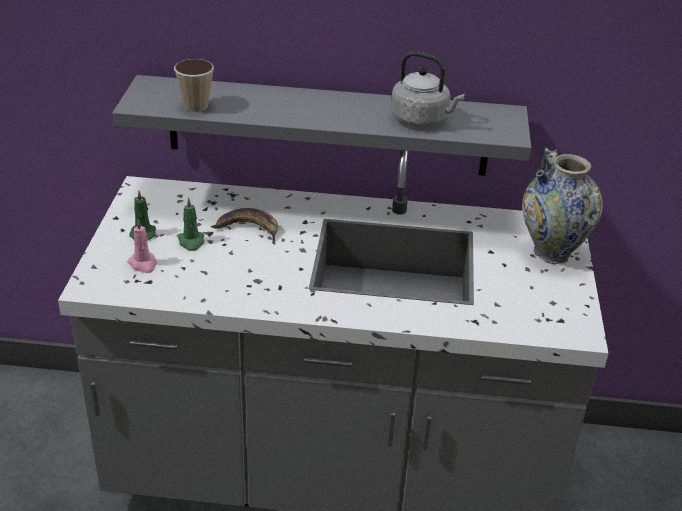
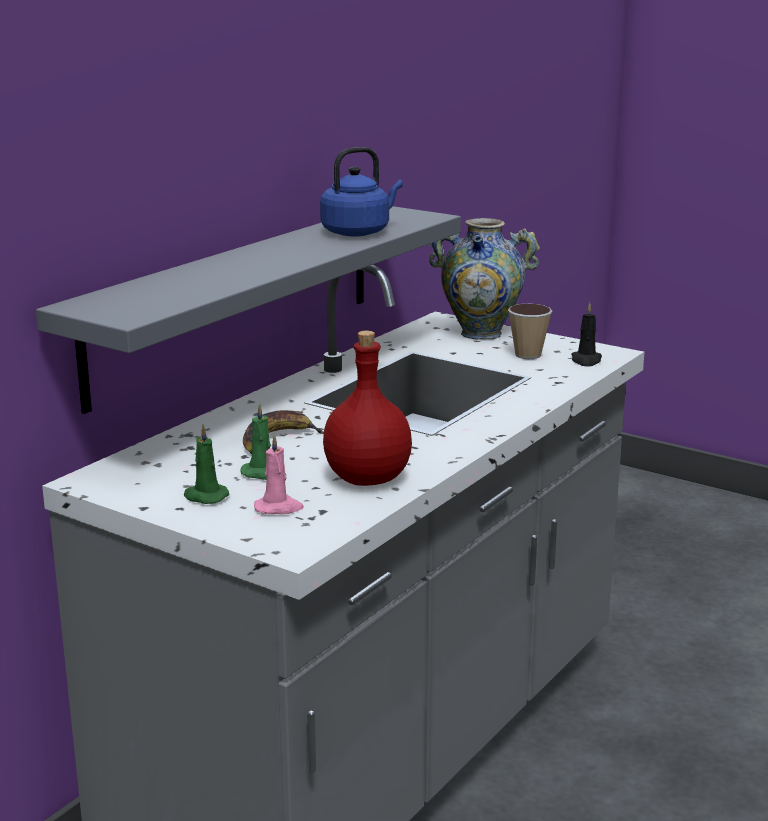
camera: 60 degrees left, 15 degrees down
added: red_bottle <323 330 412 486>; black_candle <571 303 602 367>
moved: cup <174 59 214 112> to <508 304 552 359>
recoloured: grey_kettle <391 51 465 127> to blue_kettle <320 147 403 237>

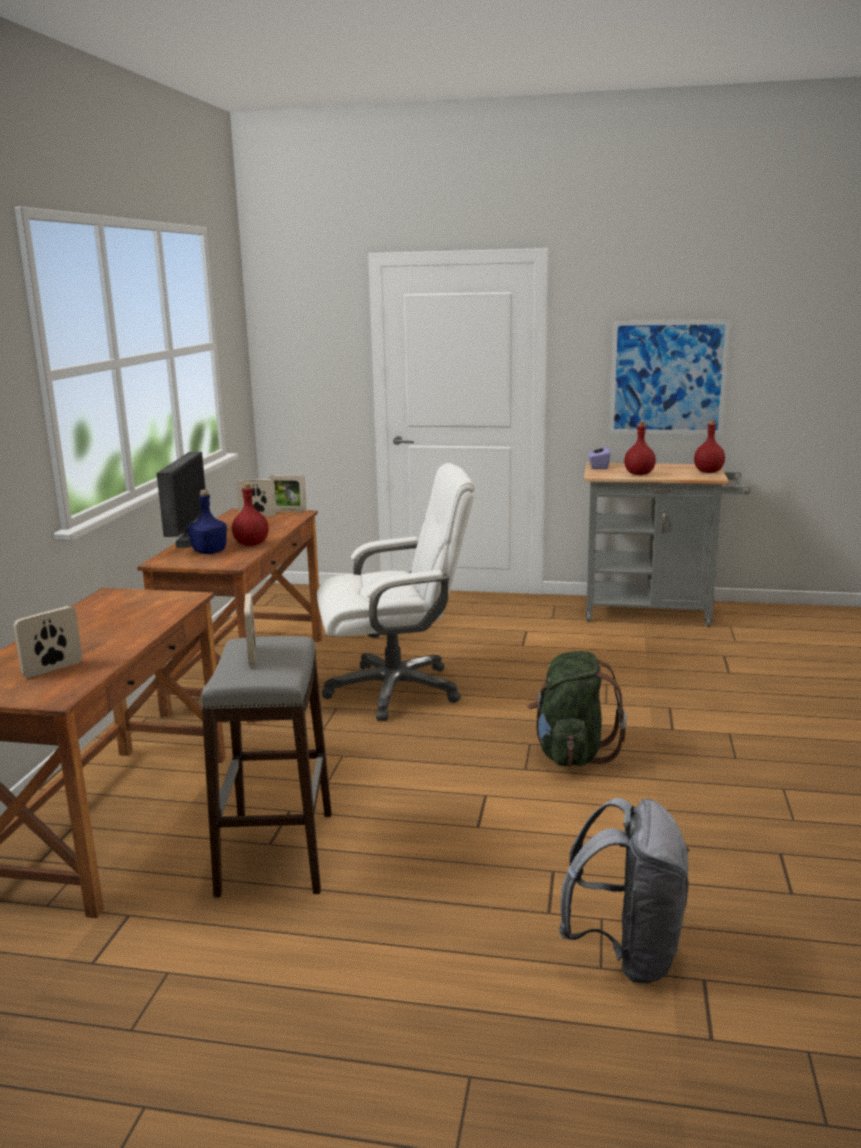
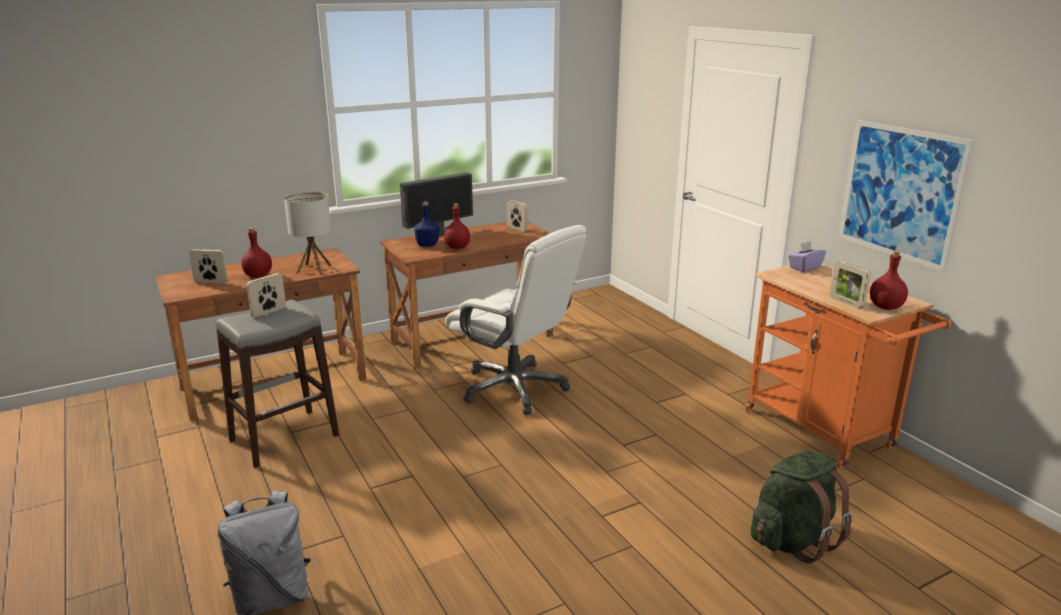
camera: 50 degrees right, 5 degrees up
added: table_lamp <284 192 332 274>
moved: red_bottle <624 422 656 475> to <241 228 272 278>; green_backpack <527 651 627 767> to <751 451 852 563>; picture_frame <268 475 307 512> to <830 261 871 309>
recoloured: grey_cart <584 462 750 627> to orange_cart <745 263 951 469>

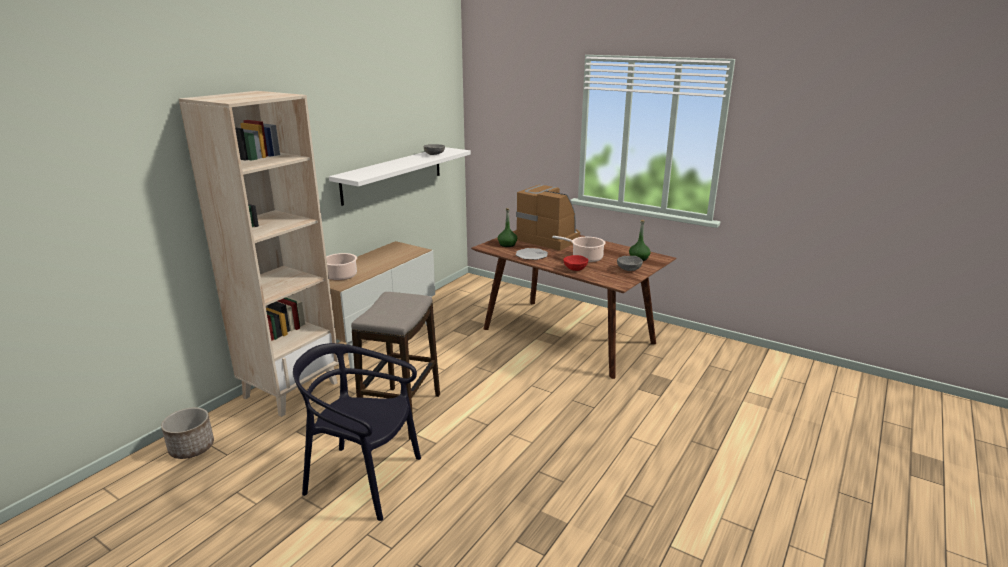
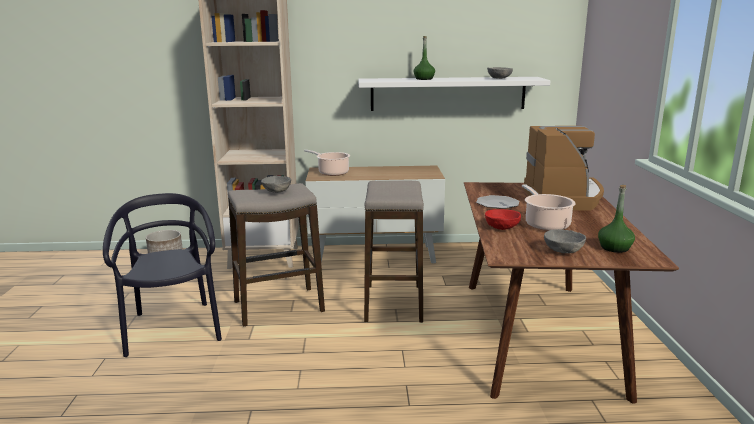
camera: 55 degrees right, 5 degrees down
added: grey_bowl <261 176 291 193>; stool <364 180 424 323>
moved: green_bottle <498 208 517 247> to <414 36 435 80>

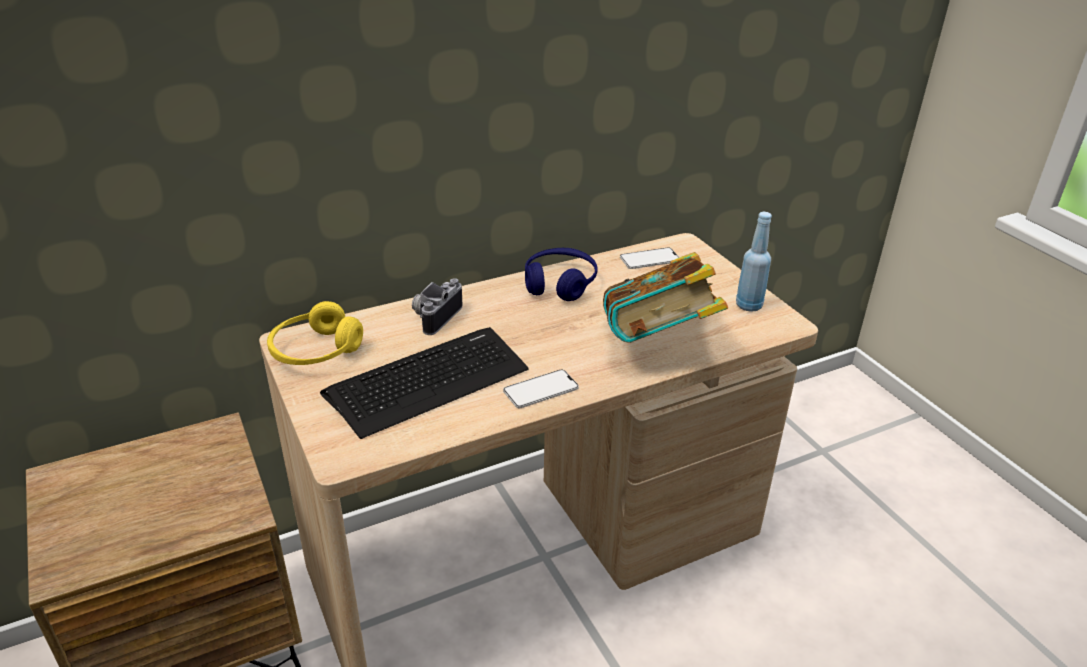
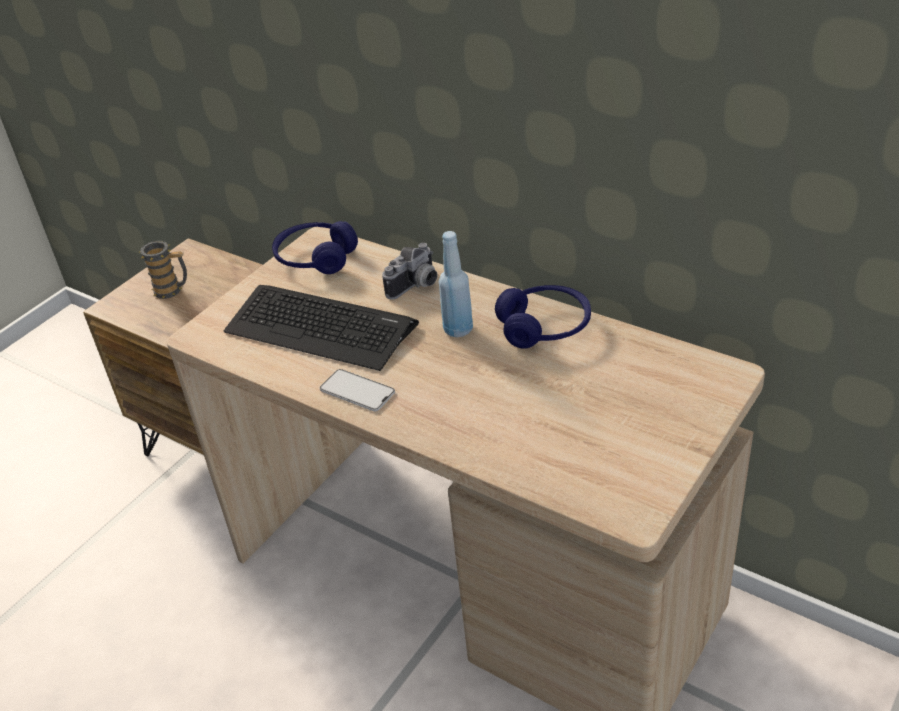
camera: 65 degrees right, 5 degrees up
removed: book <603 252 728 343>; phone <620 248 680 269>
added: mug <139 241 187 299>
moved: blue_bottle <736 212 772 312> to <439 231 473 337>
recoloured: yellow_headphones <267 301 363 365> to blue_headphones <272 221 358 274>
turned: photo_camera <412 278 463 335> = <382 243 437 300> 135 degrees clockwise

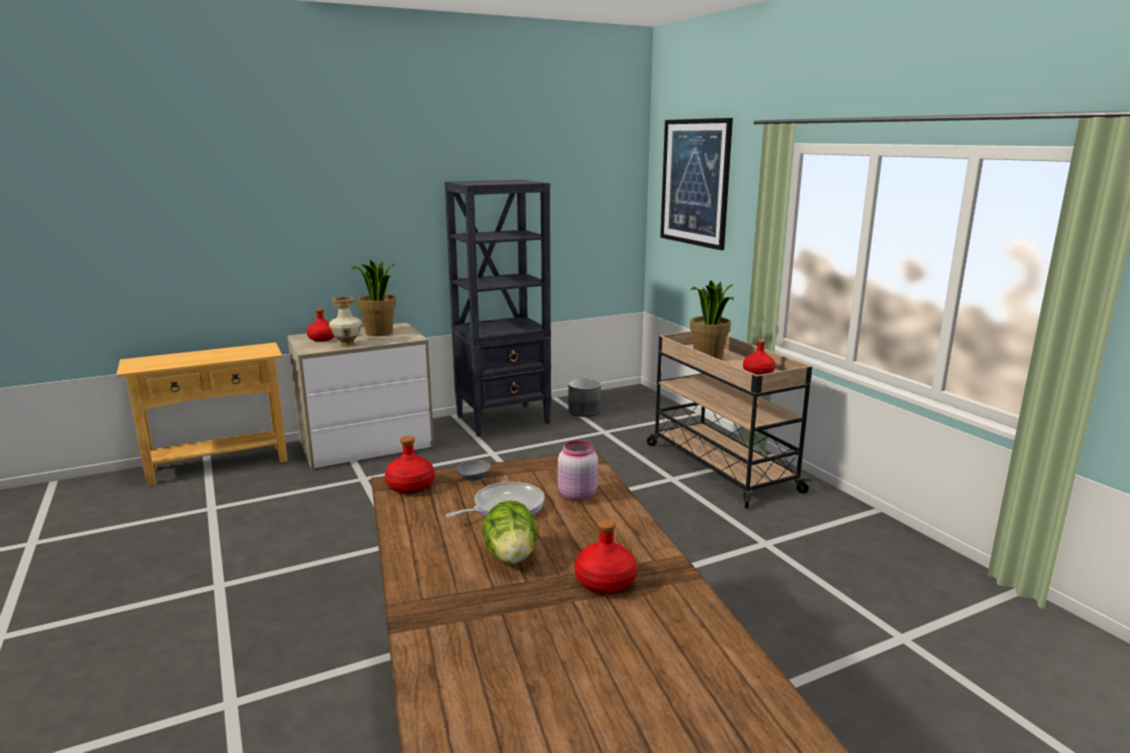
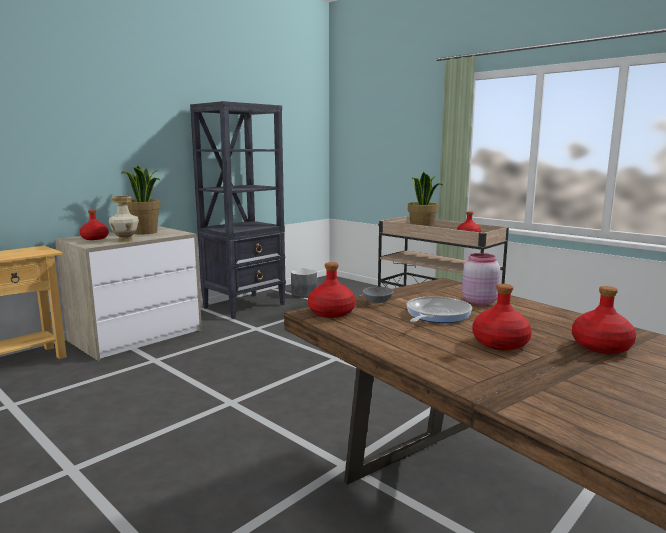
camera: 20 degrees left, 5 degrees down
removed: picture <660 118 733 250>
replaced: lettuce <482 500 538 564> to red_bottle <473 284 532 351>

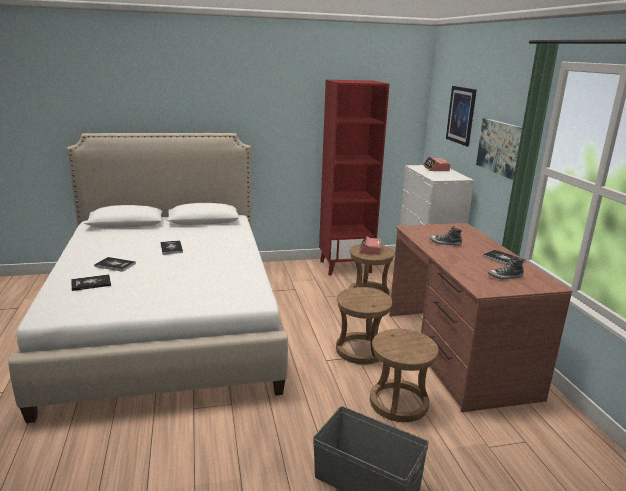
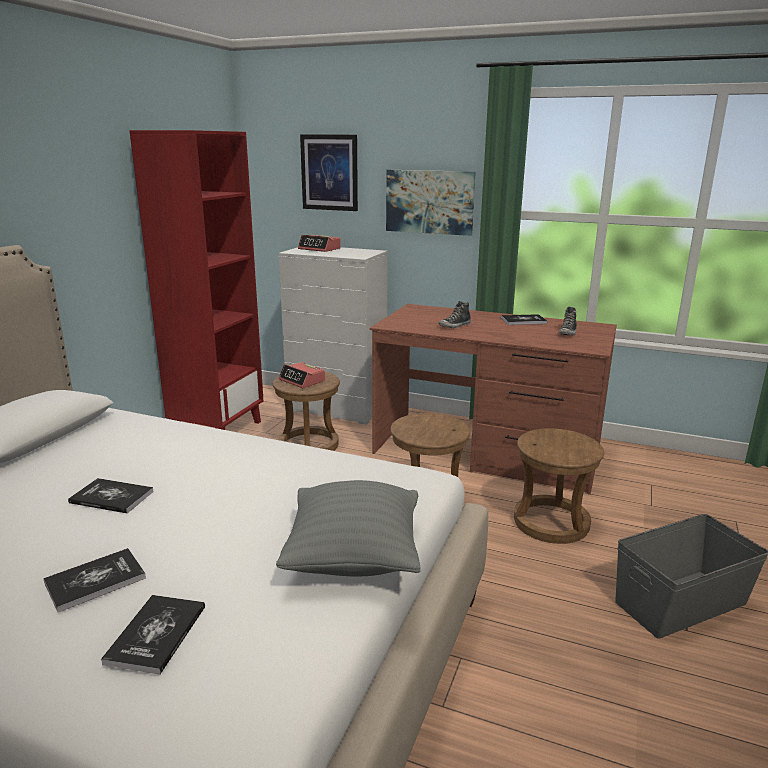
camera: 55 degrees left, 0 degrees up
added: grey_pillow <276 480 421 576>

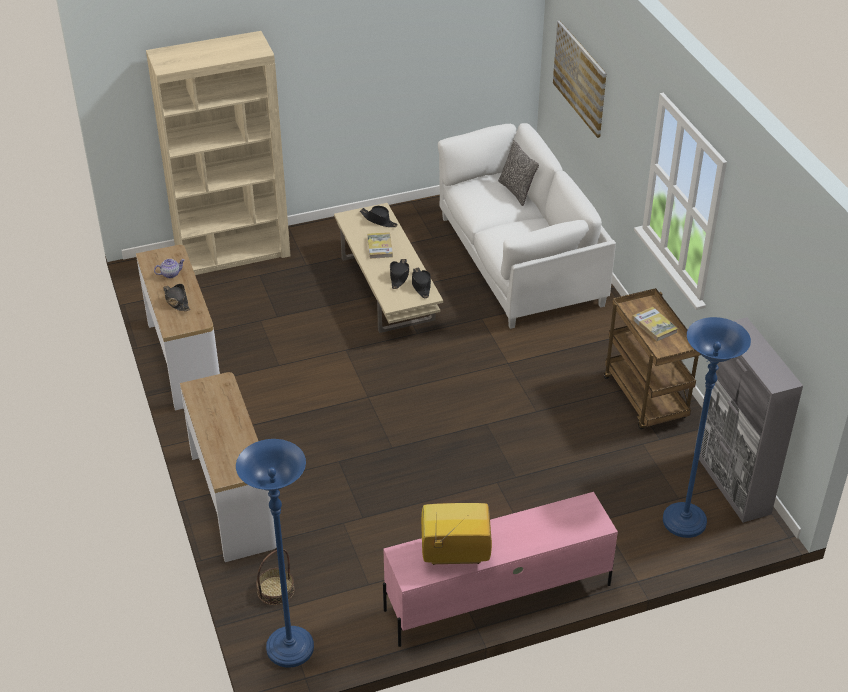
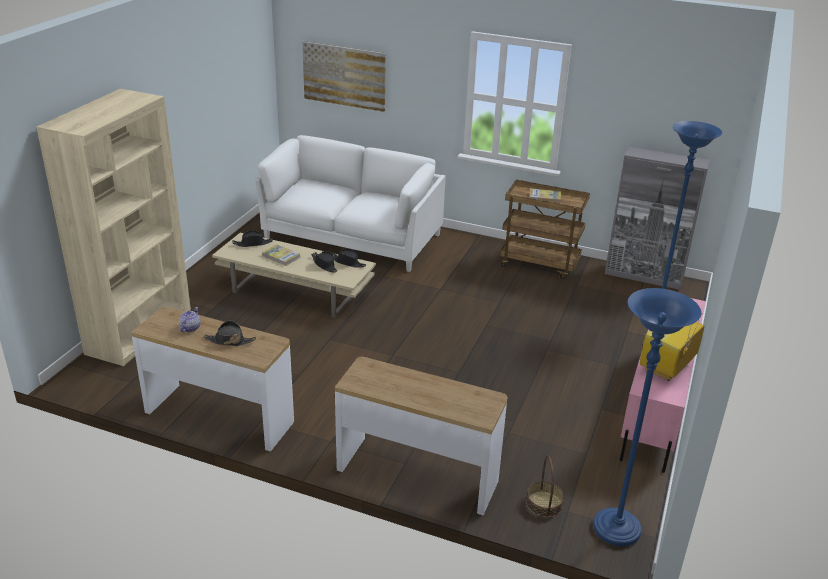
camera: 50 degrees left, 10 degrees down
removed: pillow <498 140 539 206>

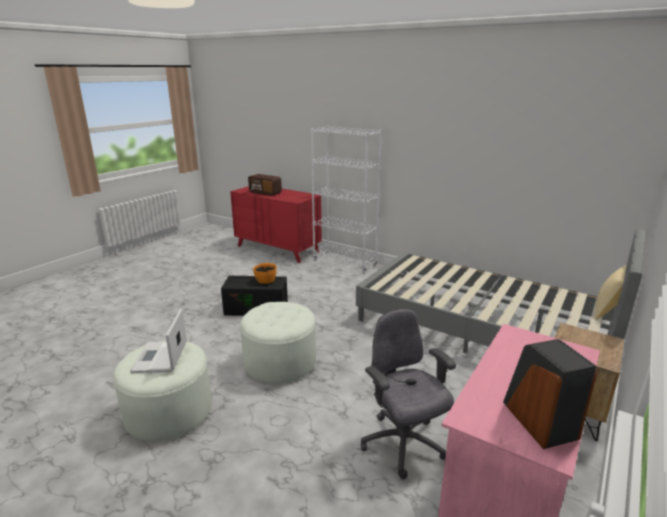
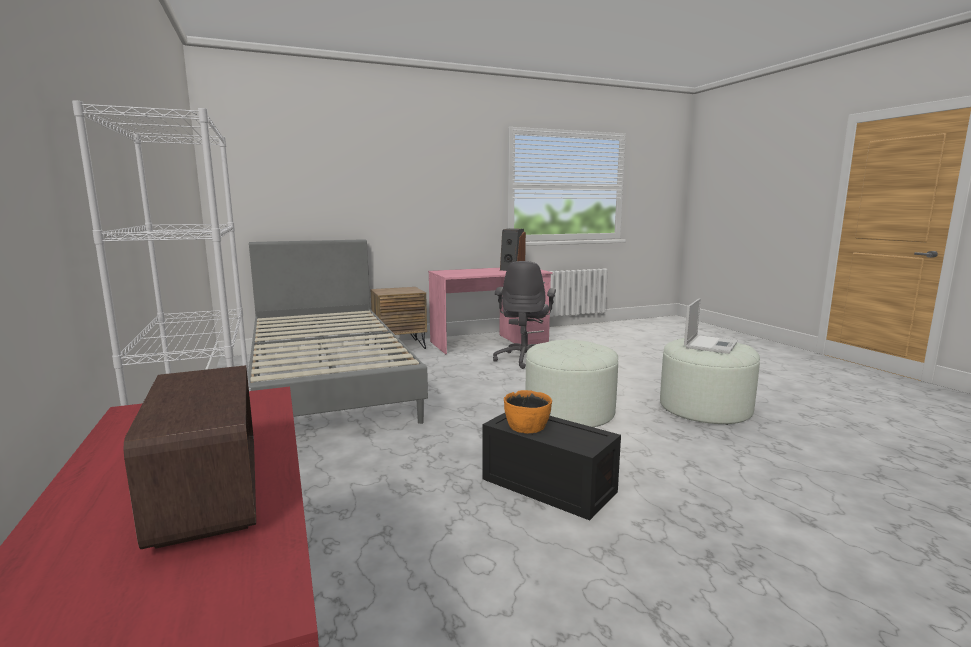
camera: 145 degrees left, 10 degrees down
removed: pillow <595 265 627 320>

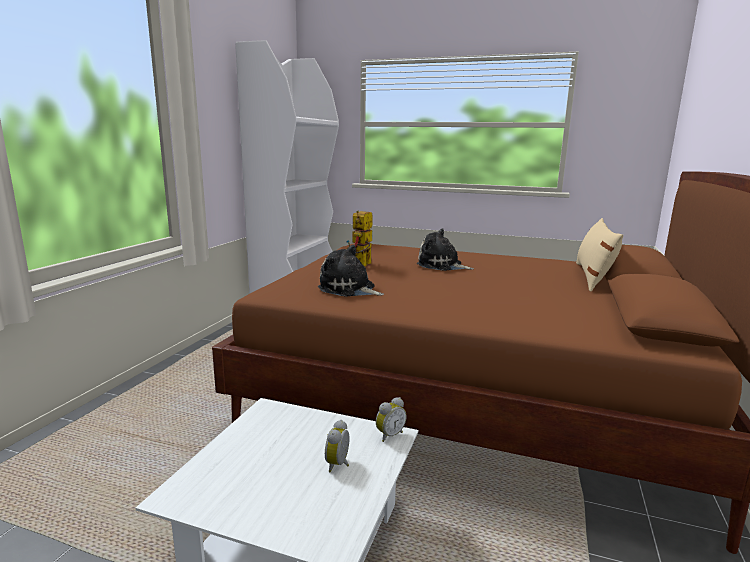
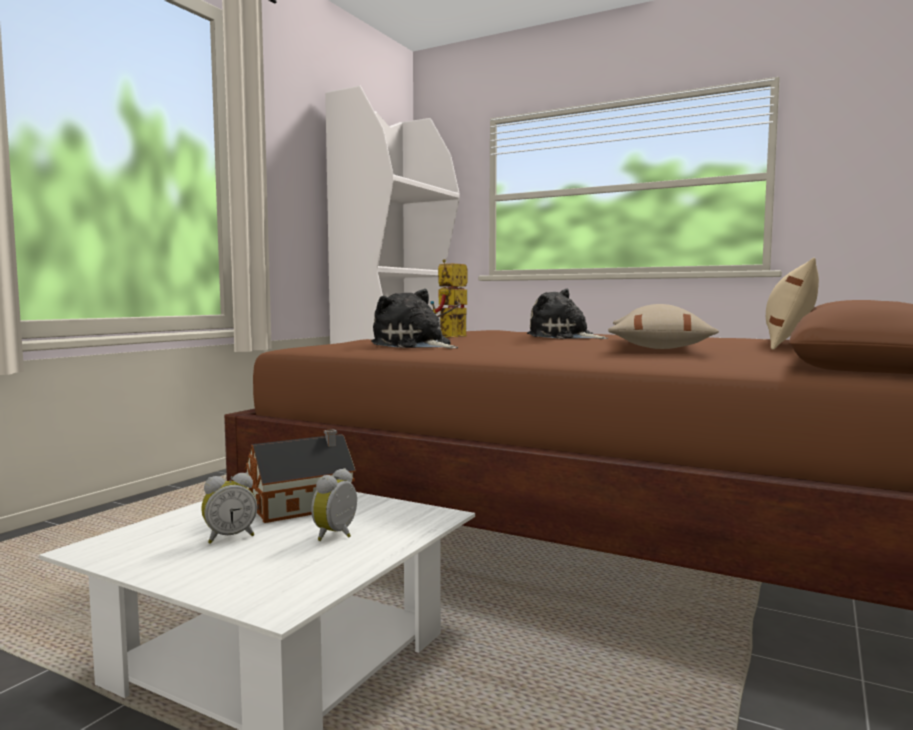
camera: 10 degrees right, 10 degrees down
added: toy_house <245 429 356 523>; beige_pillow <608 304 719 349>
moved: alarm_clock <376 397 407 442> to <201 472 257 544>

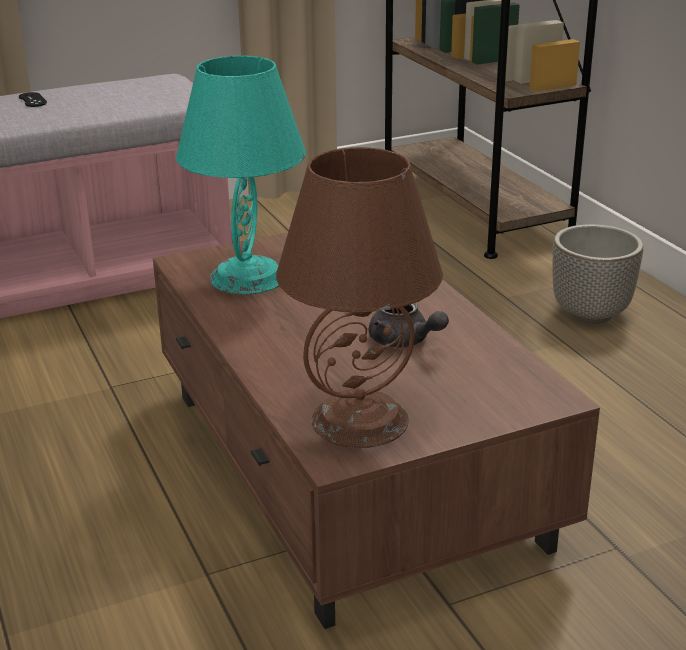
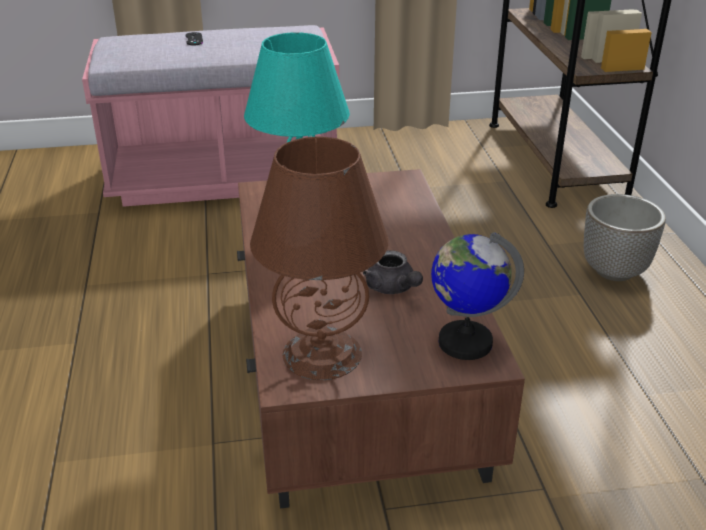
camera: 15 degrees right, 5 degrees up
added: globe <431 232 524 360>

